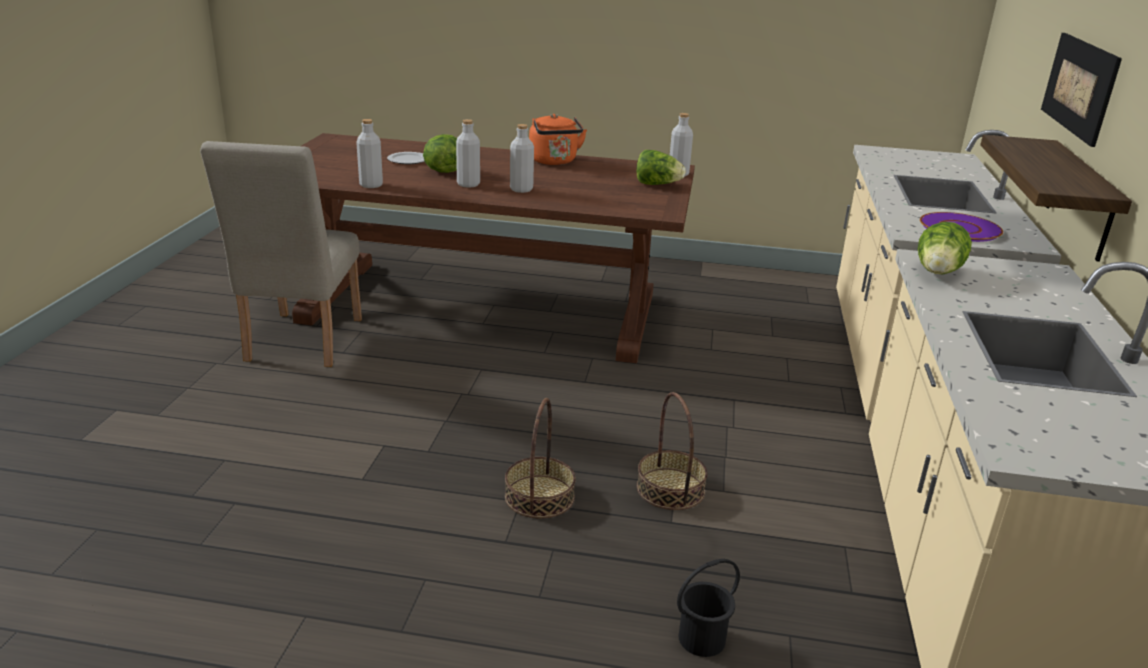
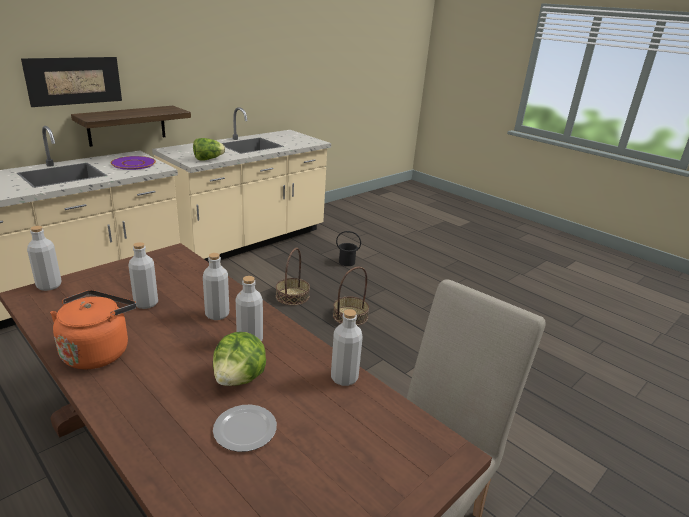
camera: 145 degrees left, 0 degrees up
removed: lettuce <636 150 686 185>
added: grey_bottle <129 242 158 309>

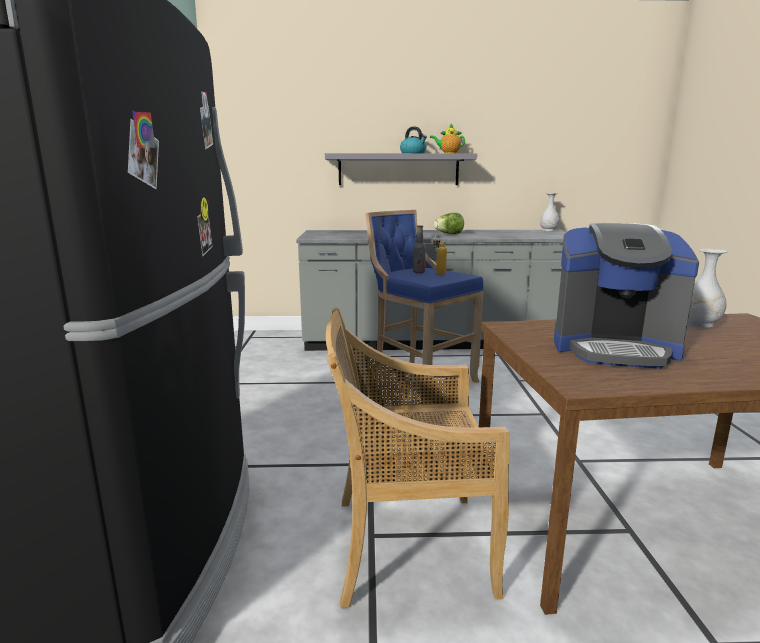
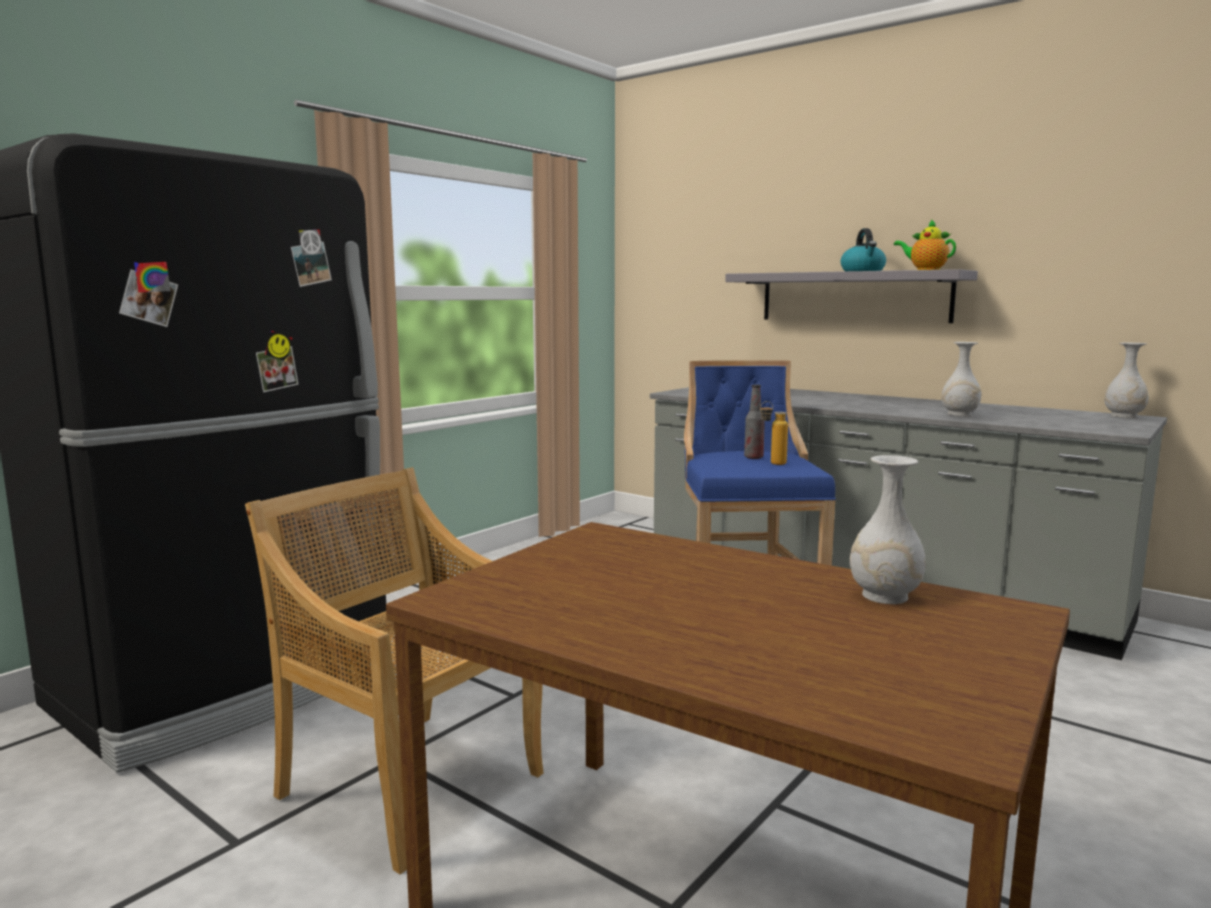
camera: 40 degrees right, 5 degrees down
removed: lettuce <433 213 464 234>; coffee_machine <554 223 699 369>
added: white_vase <941 342 982 416>

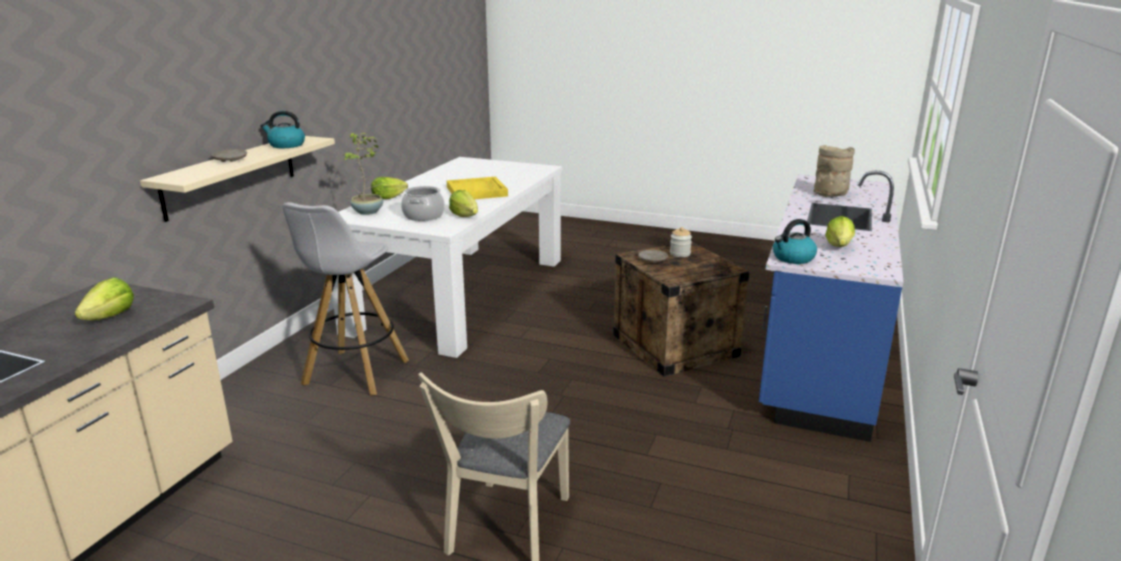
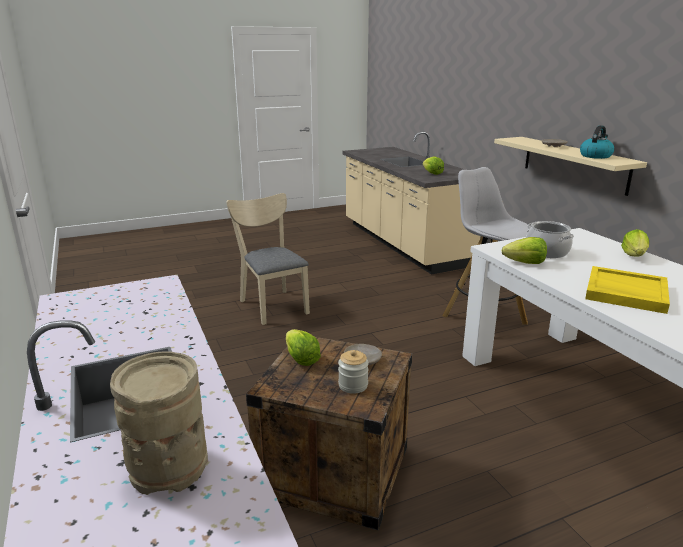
camera: 135 degrees right, 0 degrees up
removed: potted_plant <344 133 383 215>; kettle <773 219 817 264>
moved: lettuce <825 216 855 247> to <286 329 321 366>

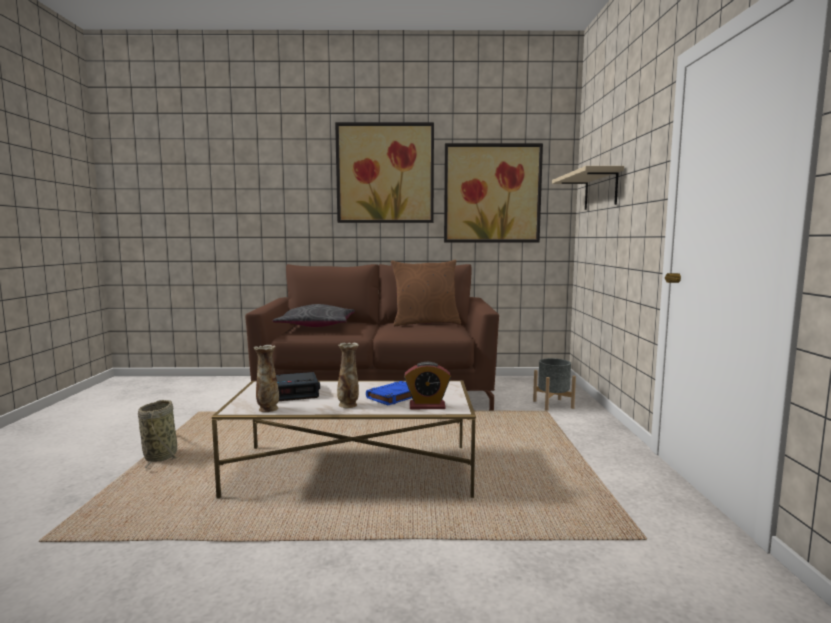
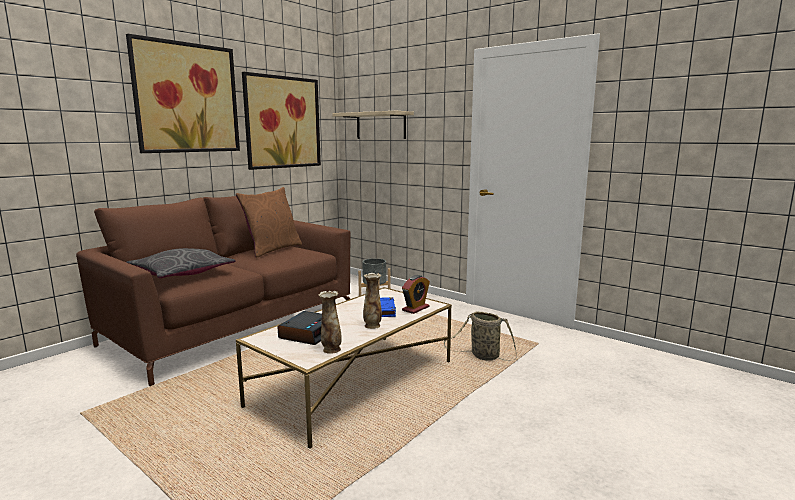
camera: 50 degrees left, 5 degrees up
moved: basket <138 400 177 470> to <444 311 517 361>

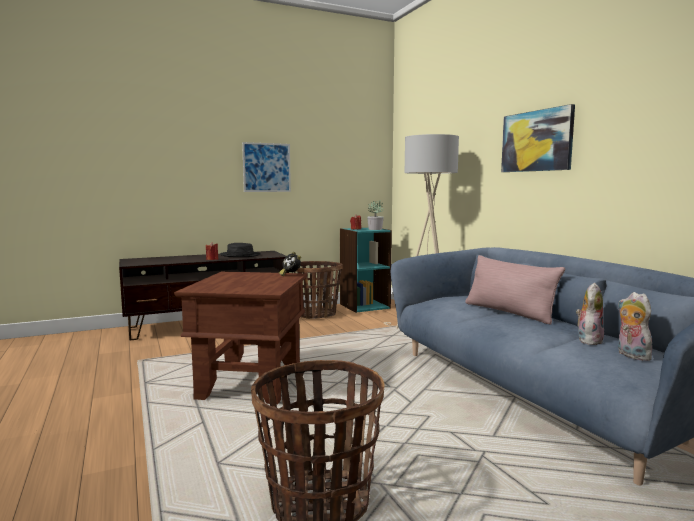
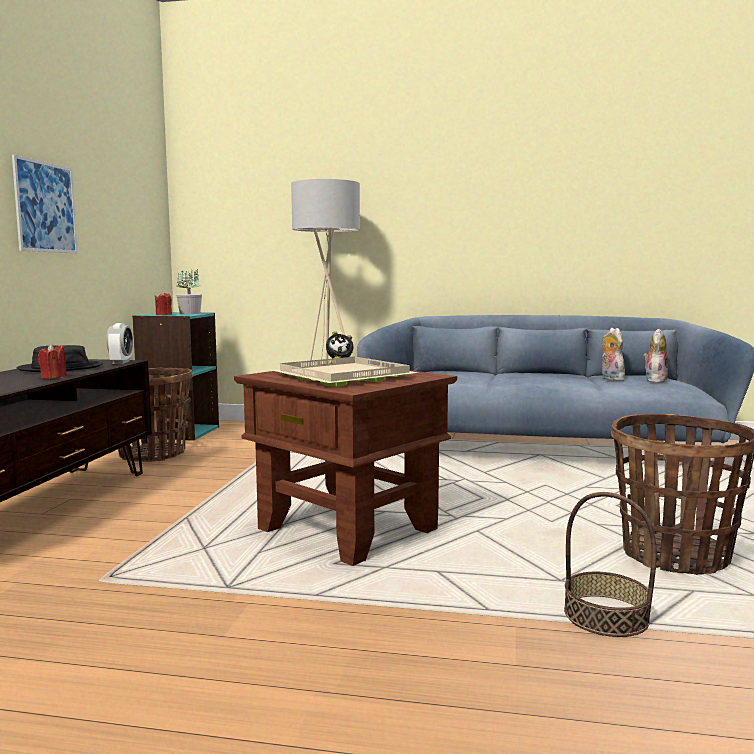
camera: 55 degrees left, 0 degrees up
removed: pink_pillow <465 255 565 325>; picture <501 104 575 172>
added: alarm_clock <106 323 133 364>; beige_tray <272 357 418 387>; basket <564 492 657 637>
turned: plush_toy <618 292 652 361> = <643 329 668 383> 105 degrees clockwise

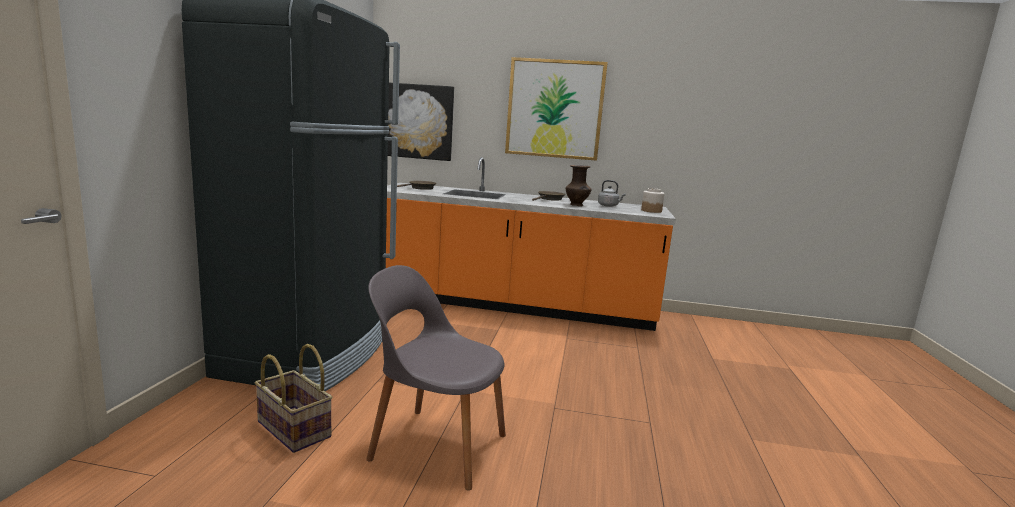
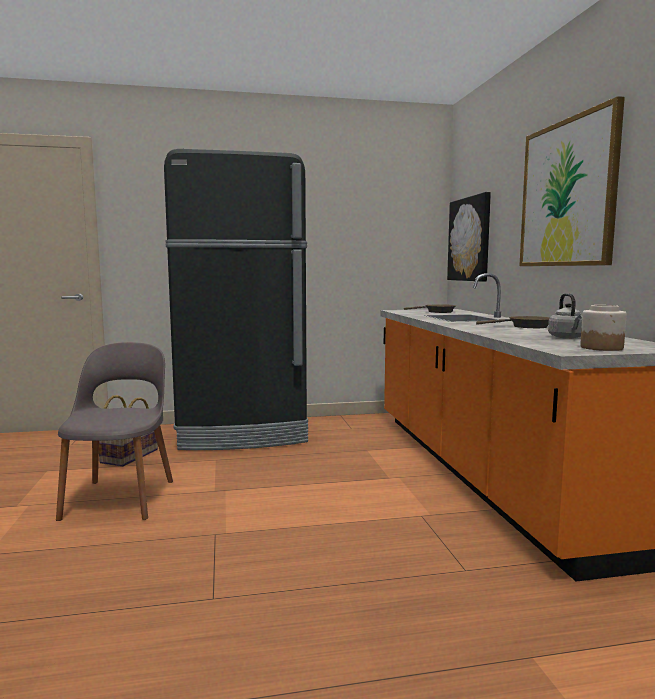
camera: 70 degrees right, 5 degrees down
removed: brown_vase <566 165 591 206>

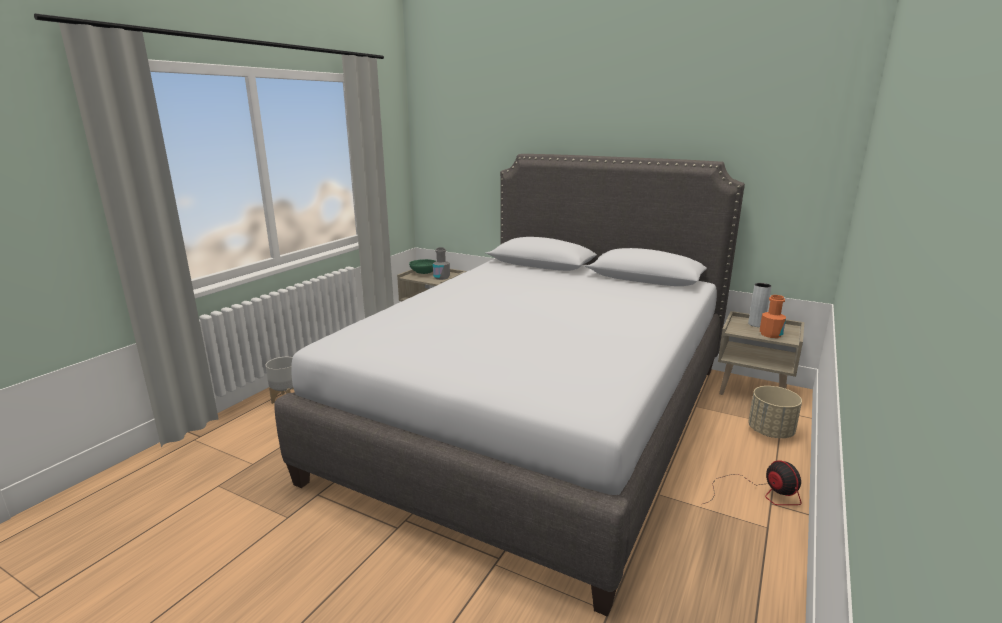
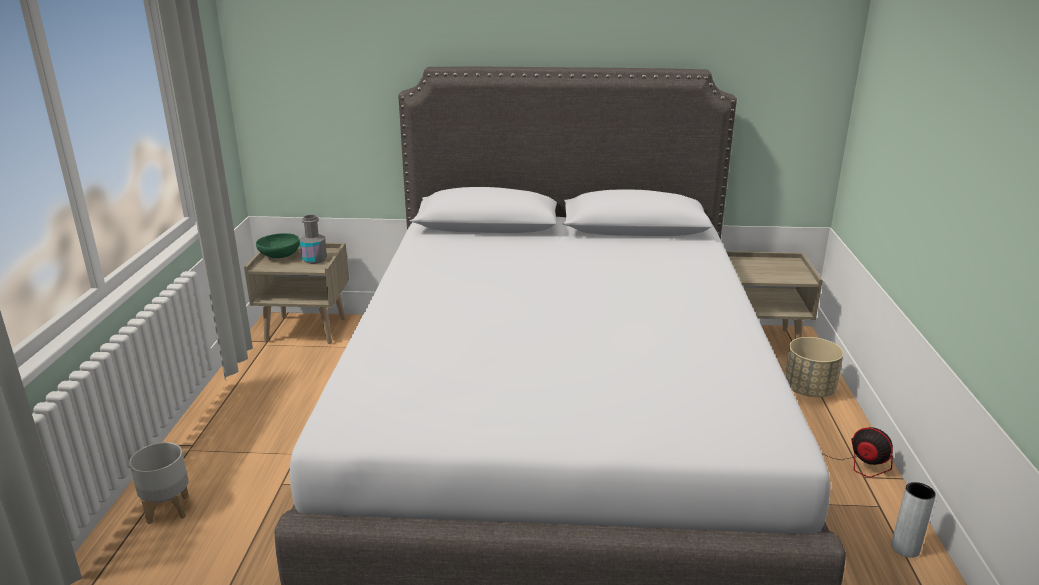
camera: 25 degrees left, 5 degrees up
removed: orange_bottle <760 295 786 338>
moved: grey_vase <748 283 772 327> to <891 482 936 558>

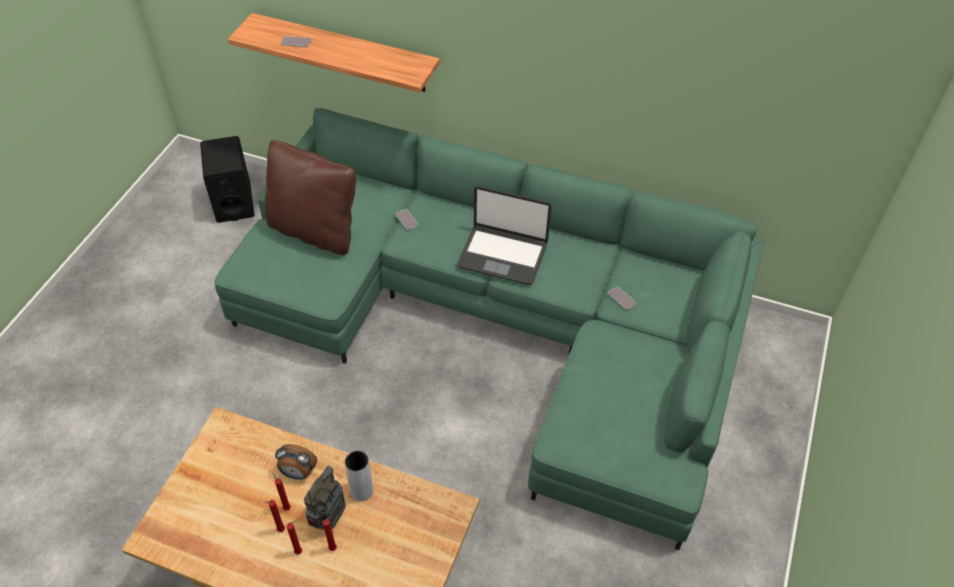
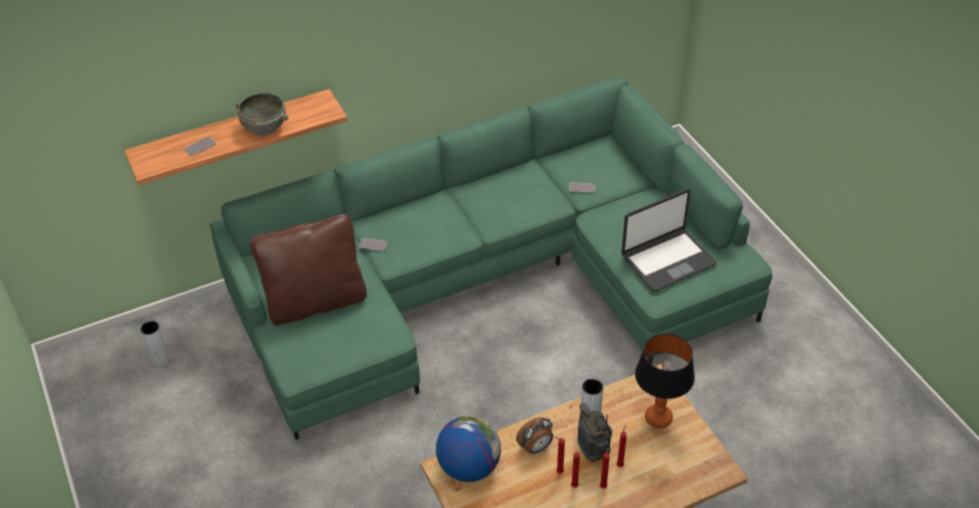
camera: 45 degrees left, 5 degrees down
added: grey_bowl <236 93 288 136>; globe <436 416 501 482>; table_lamp <635 334 695 428>
moved: laptop <457 186 552 285> to <621 189 716 291>
replaced: black_speaker <200 136 255 223> to grey_vase <140 321 169 366>

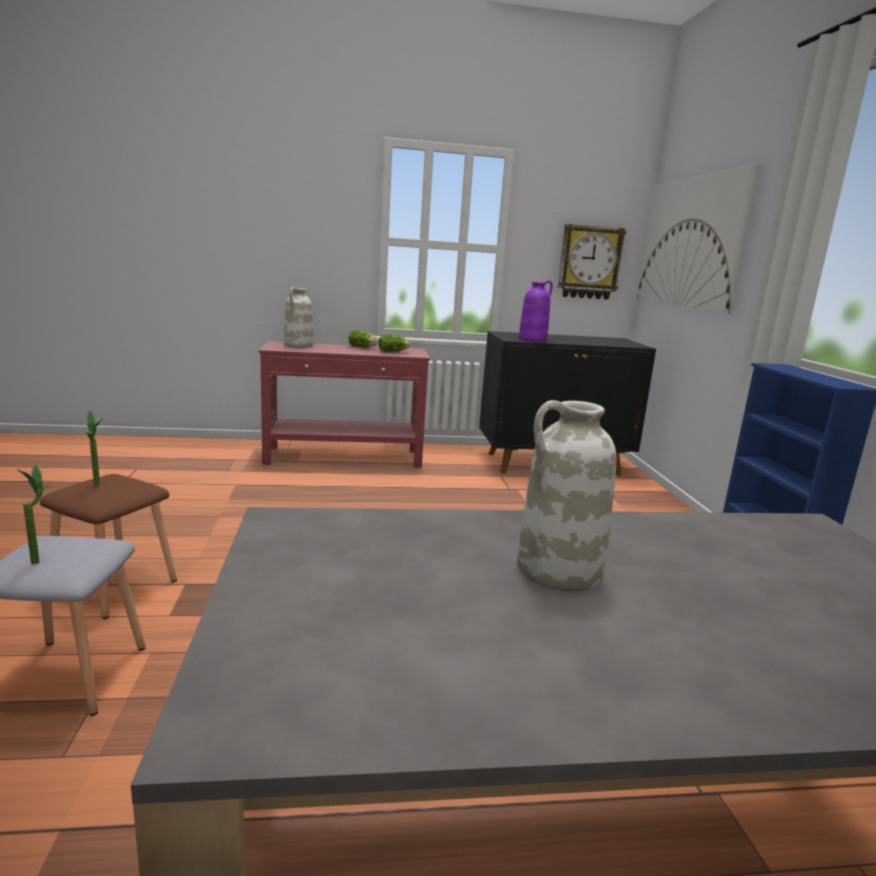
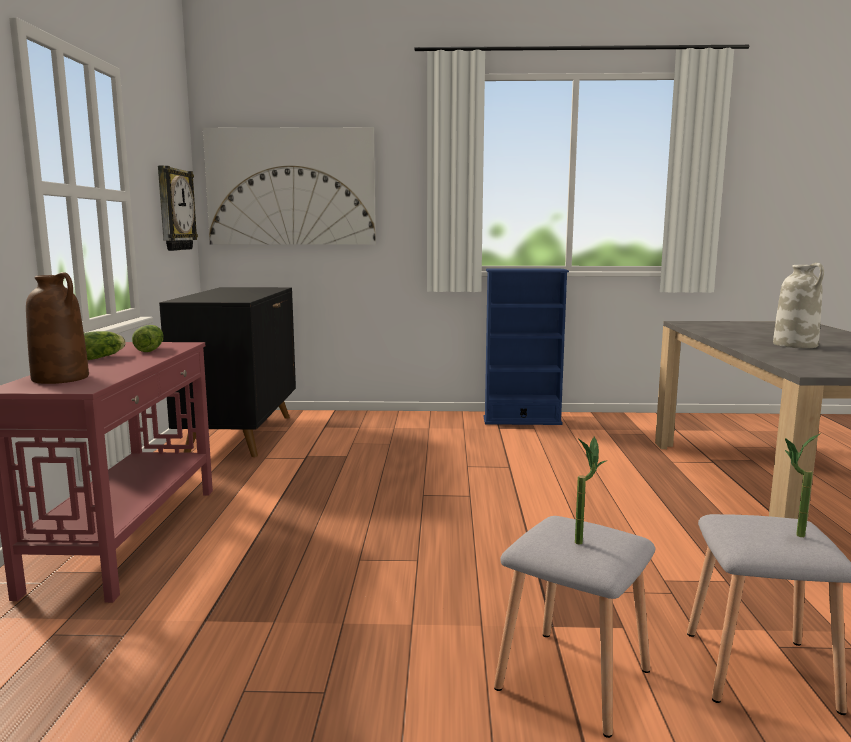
camera: 80 degrees left, 5 degrees down
removed: purple_vase <519 280 553 342>
recoloured: white_vase <284 287 313 348> to brown_vase <26 272 89 384>; brown_stool <40 474 177 619> to grey_stool <494 516 655 738>

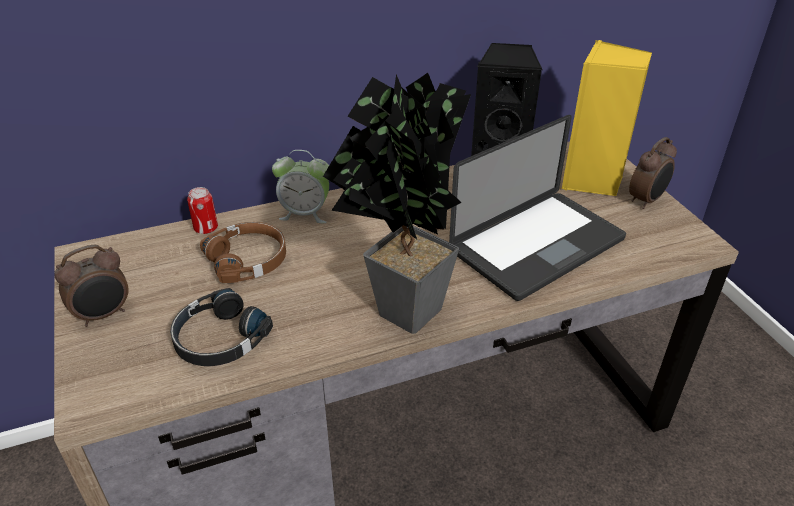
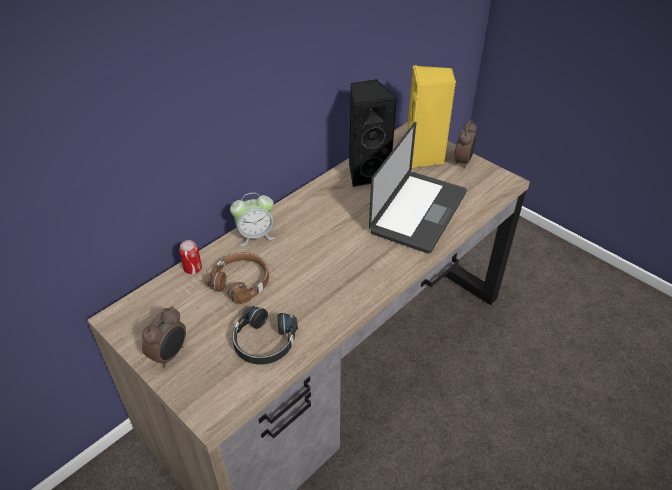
camera: 25 degrees left, 5 degrees up
removed: potted_plant <323 73 471 334>

